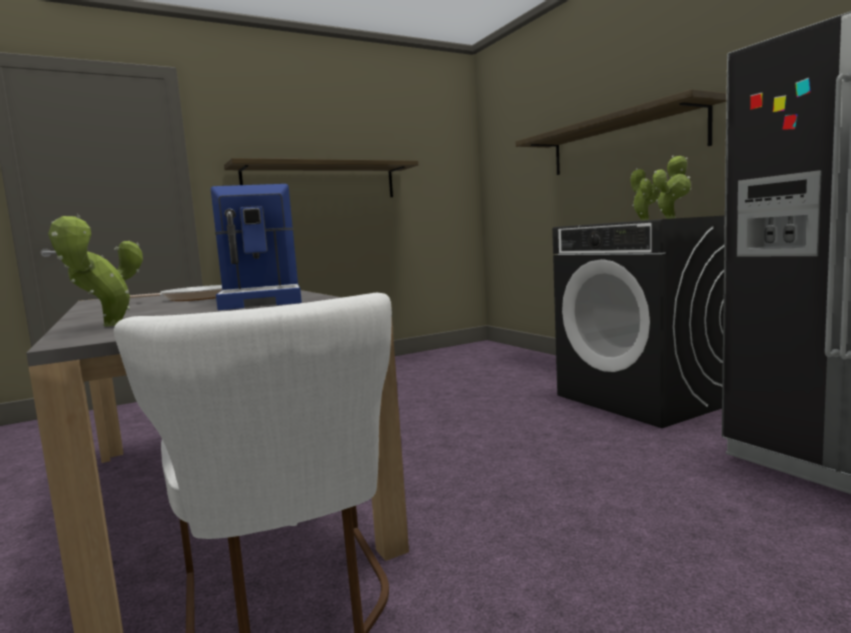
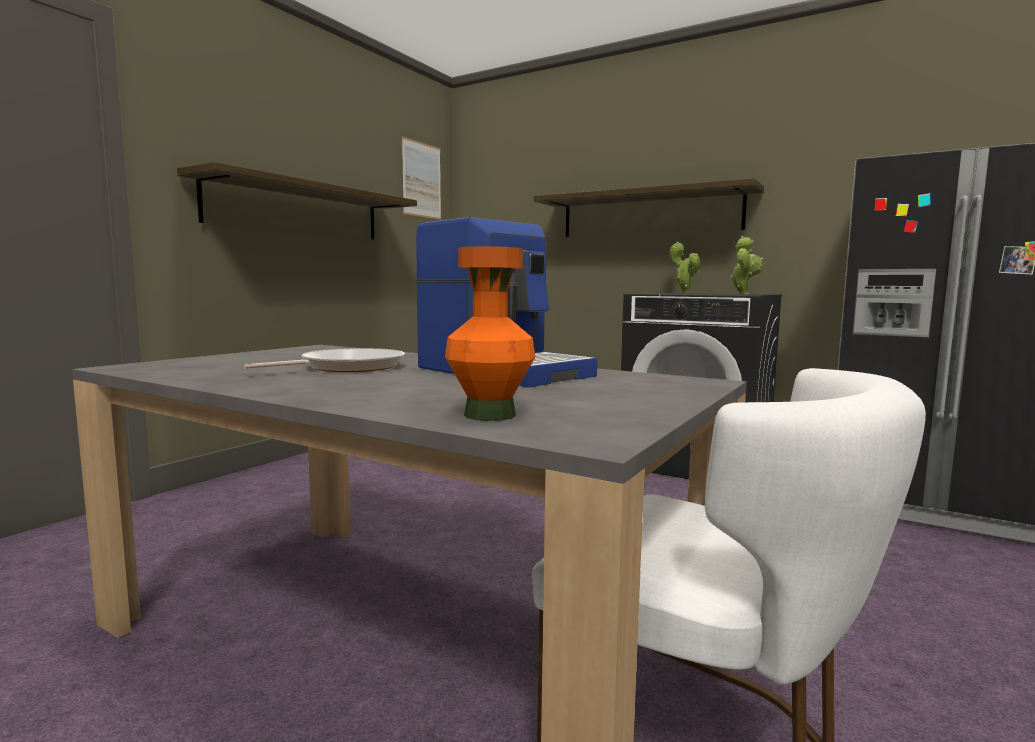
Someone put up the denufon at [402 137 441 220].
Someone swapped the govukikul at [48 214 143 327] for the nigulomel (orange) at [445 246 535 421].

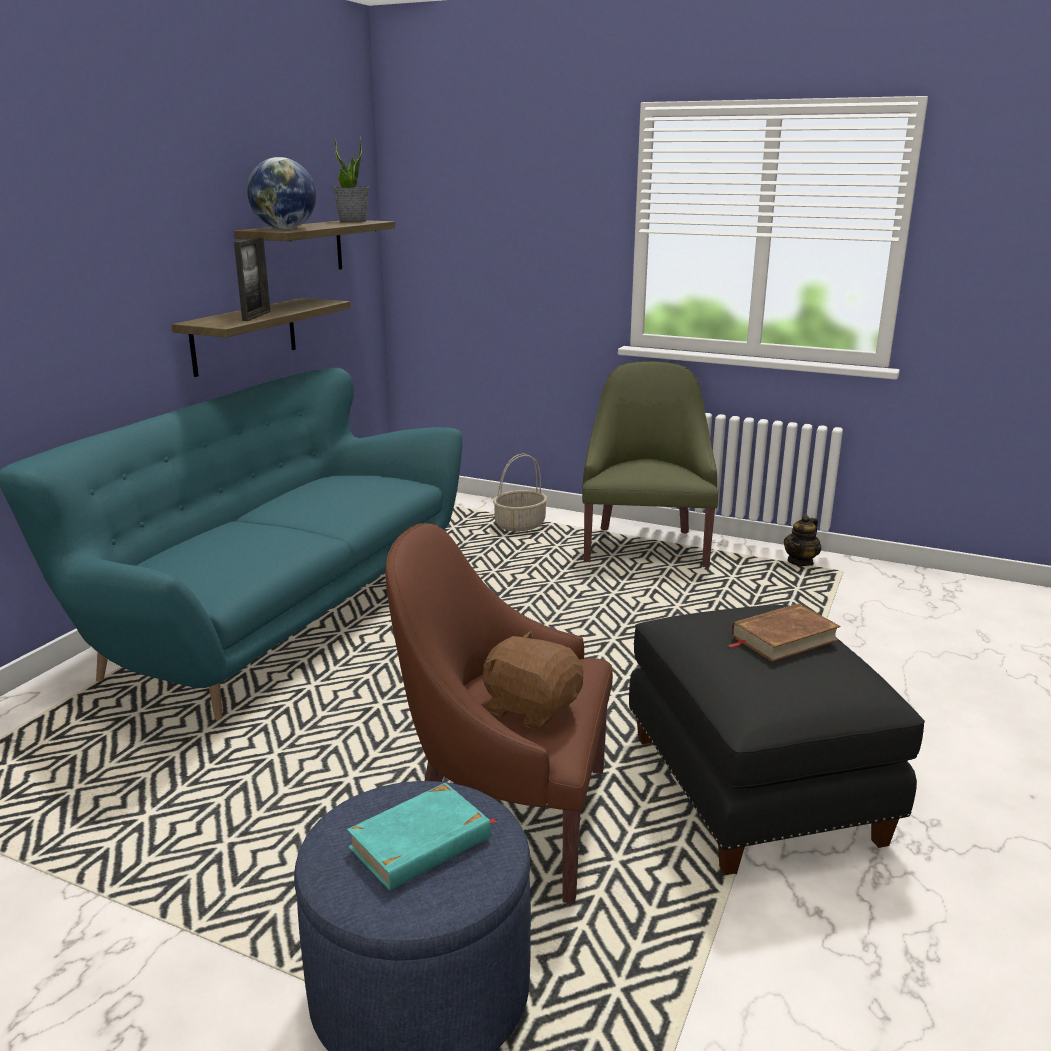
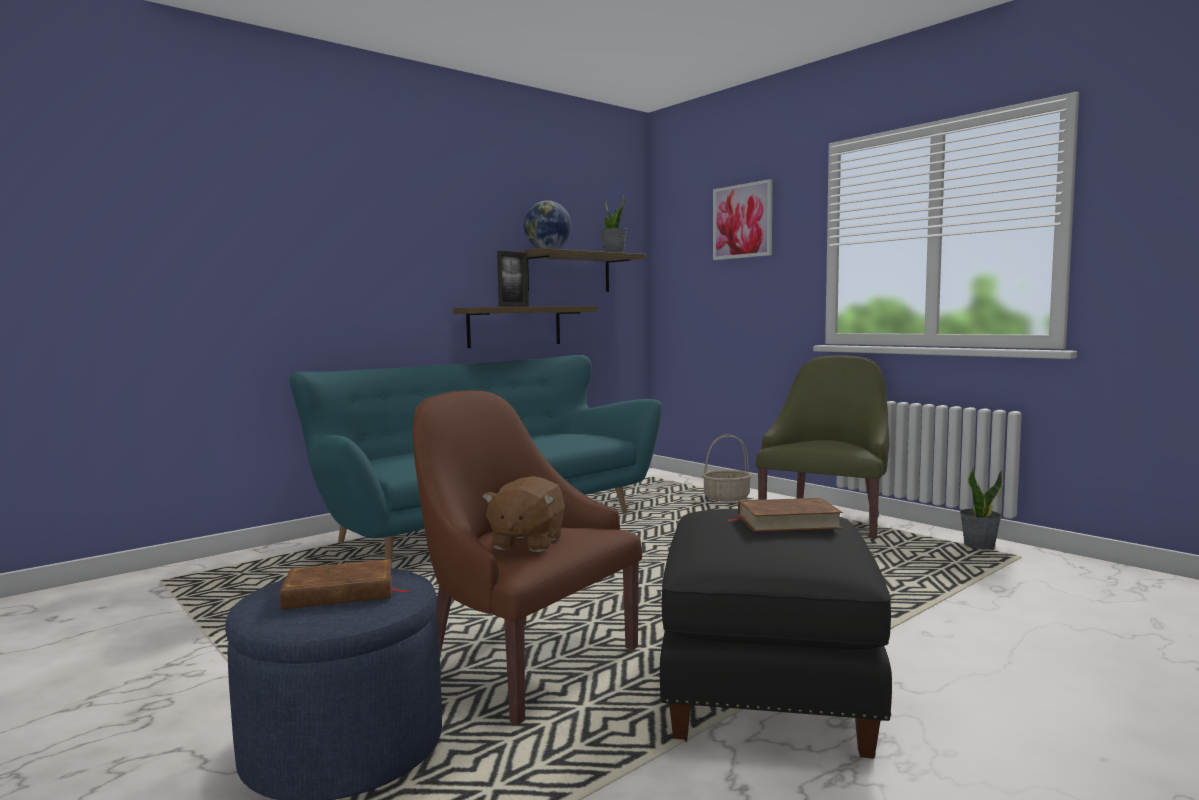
Someone put up the denufon at [713 179 772 260].
Someone swapped the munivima at [784 515 822 566] for the govukikul at [960 468 1002 550].
Someone repainted the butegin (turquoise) at [347 783 497 891], which became the butegin (brown) at [280 559 410 609].
Someone rotated the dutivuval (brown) at [483 631 584 730] by 135 degrees counterclockwise.

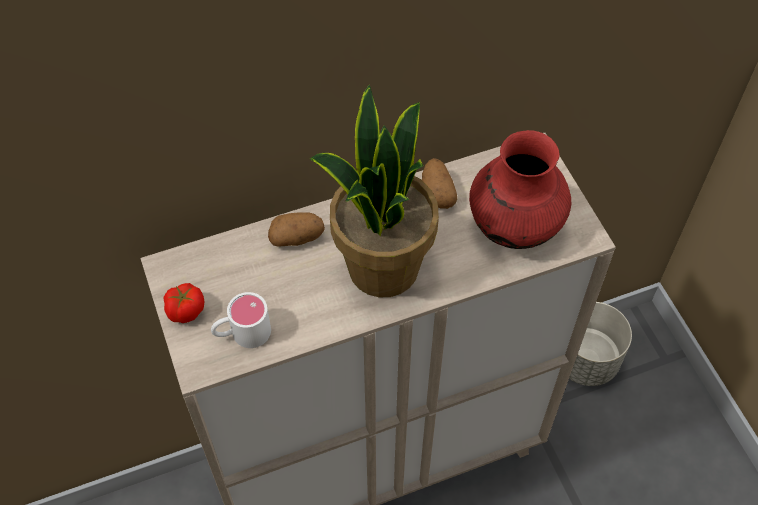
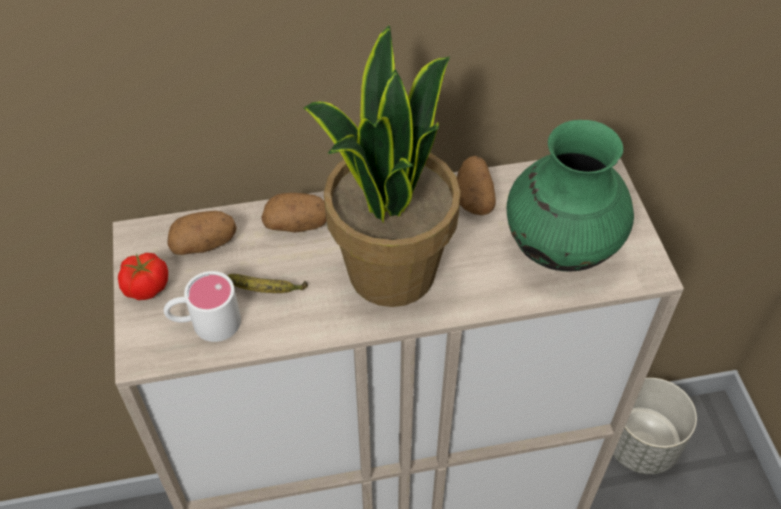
Someone put down the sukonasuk at [168 211 237 255].
Someone put down the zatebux at [227 274 308 293].
Someone repainted the nigulomel (red) at [469 130 571 249], which became the nigulomel (green) at [507 120 634 272].

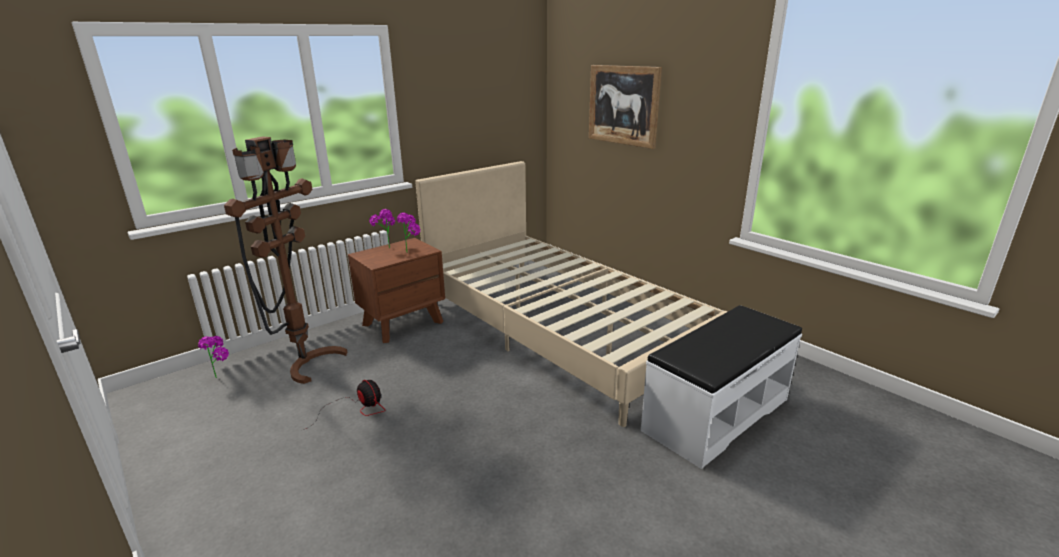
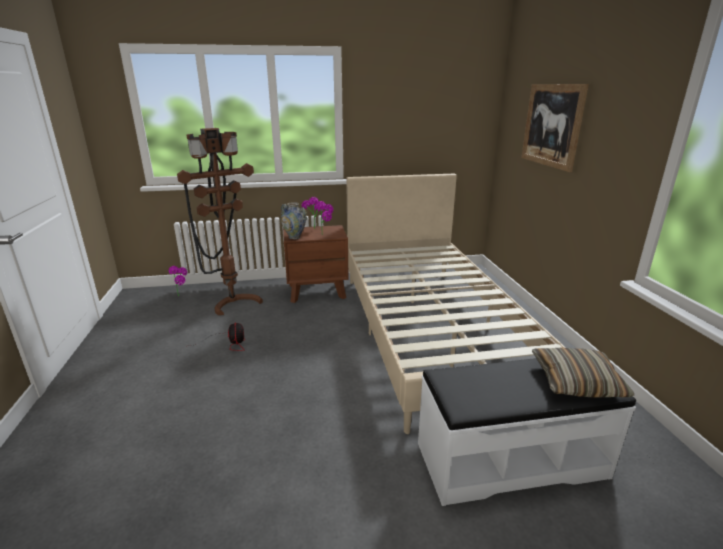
Someone put down the nigulomel at [281 202 307 239].
Someone put down the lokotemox at [532 348 634 398].

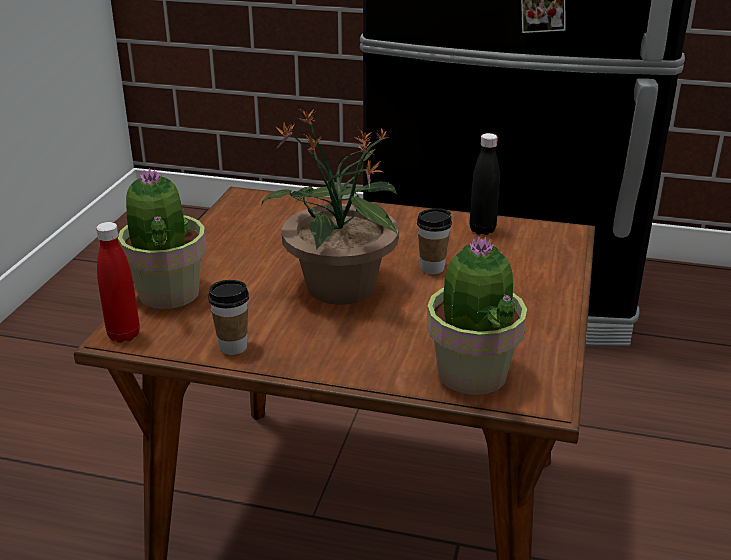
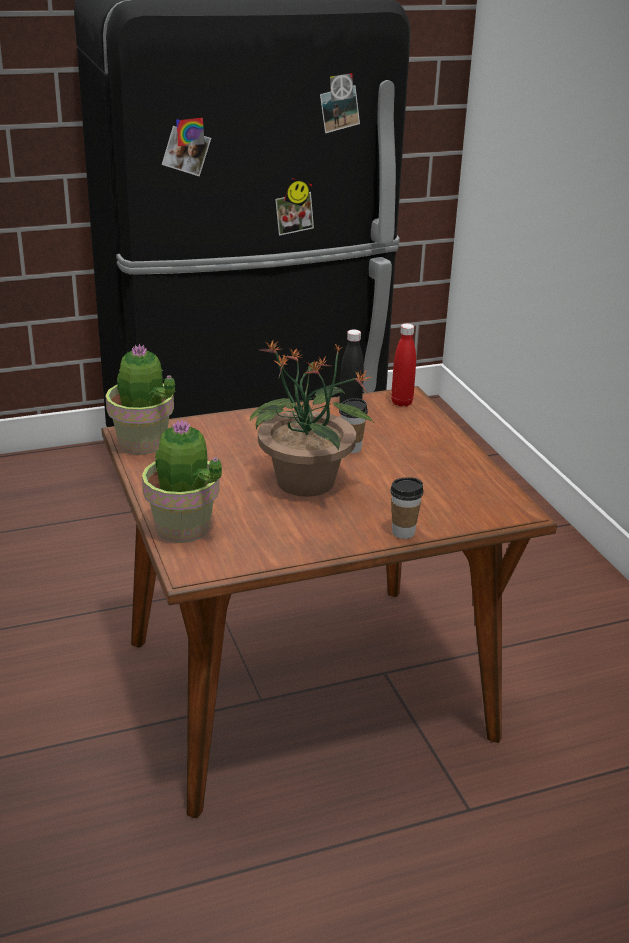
Someone carried the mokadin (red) from [96 222 140 343] to [391 324 416 407].
Someone carried the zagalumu from [208 280 249 355] to [390 477 424 539].
Someone carried the govukikul from [427 236 527 395] to [105 343 175 455].

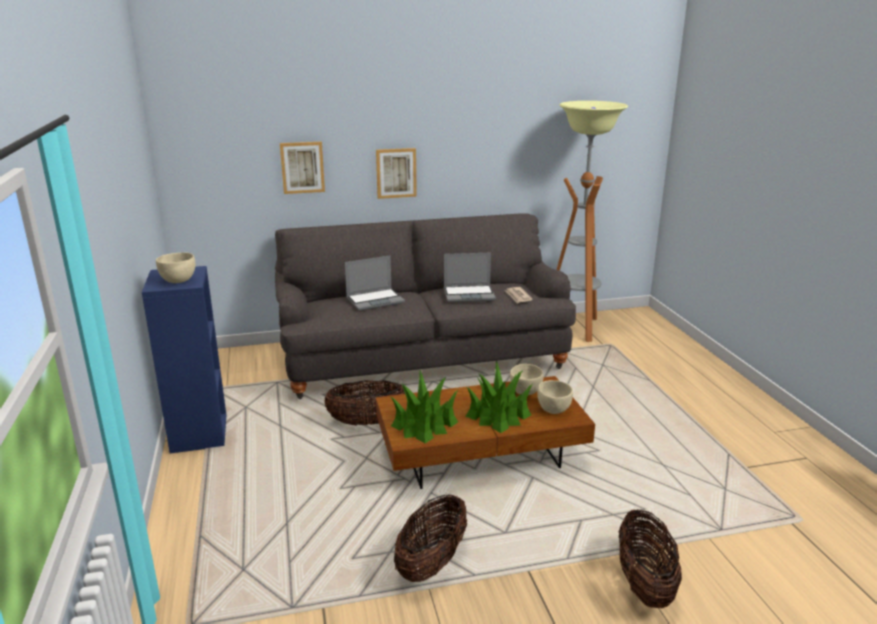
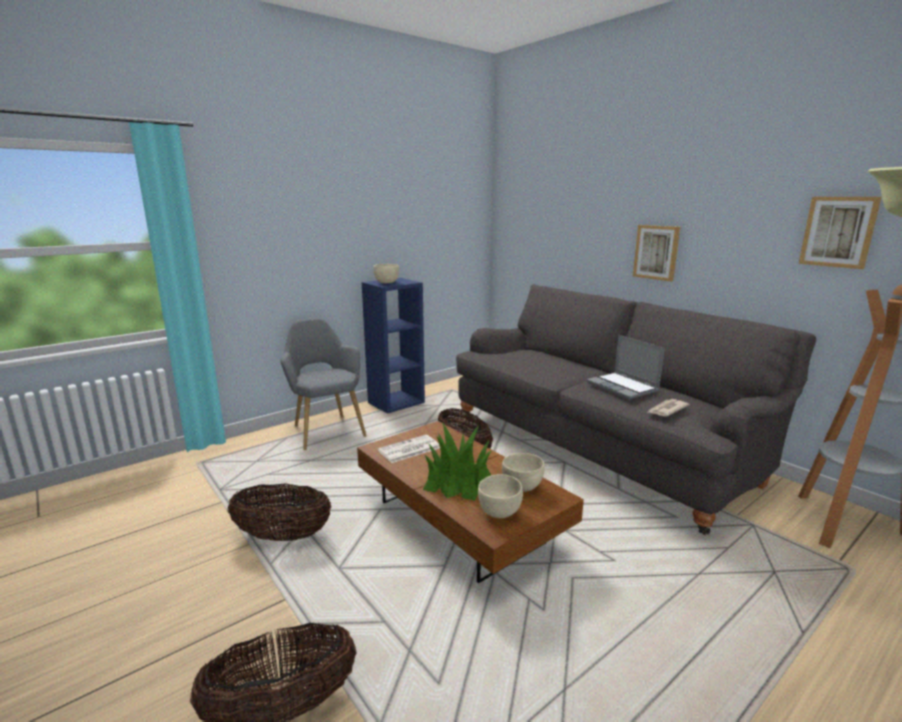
Someone took away the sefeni at [345 256 405 311].
Someone put down the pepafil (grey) at [280 318 367 450].
Someone carried the denufon from [280 142 325 194] to [799 197 882 269].
Someone swapped the govukikul at [391 370 458 443] for the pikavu at [378 435 440 463].

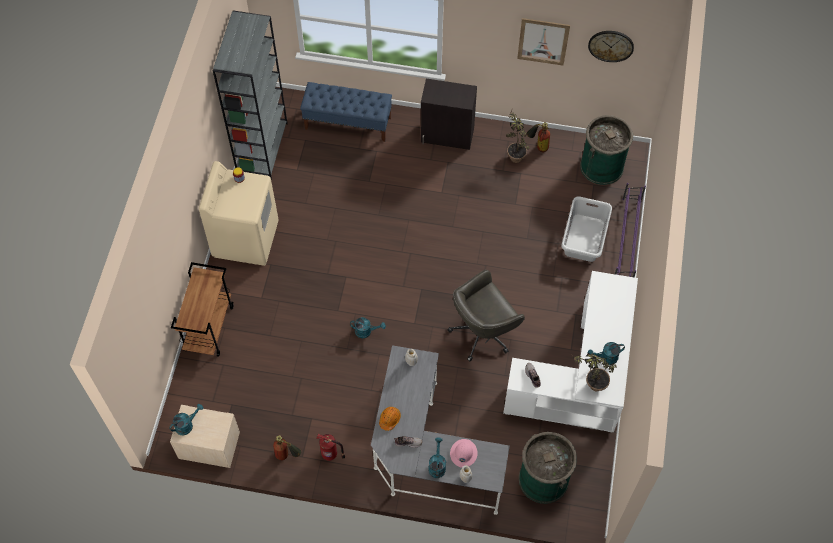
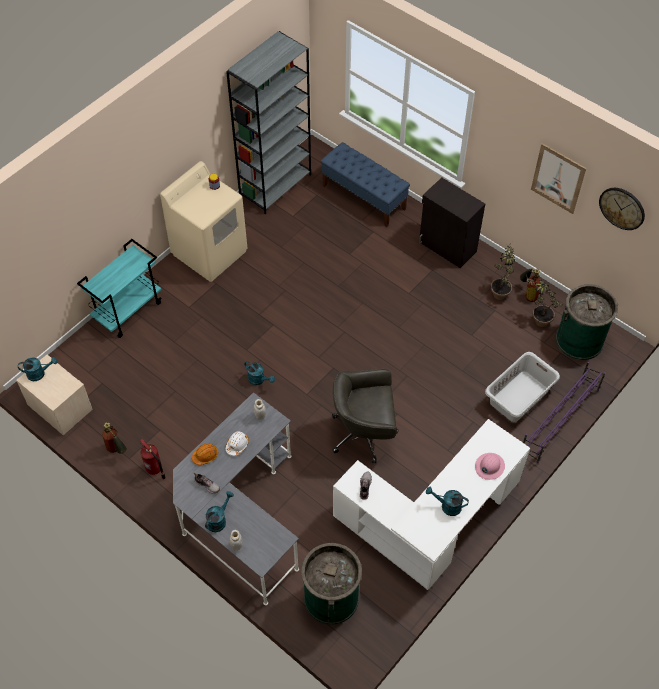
Someone put down the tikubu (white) at [225 431 249 456].
Someone carried the tikubu (pink) from [450 439 477 467] to [475 453 505 480].
Someone carried the govukikul from [572 353 617 391] to [526 274 562 327].
Someone repainted the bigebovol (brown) at [171 262 234 357], which became the bigebovol (turquoise) at [77 239 162 338].

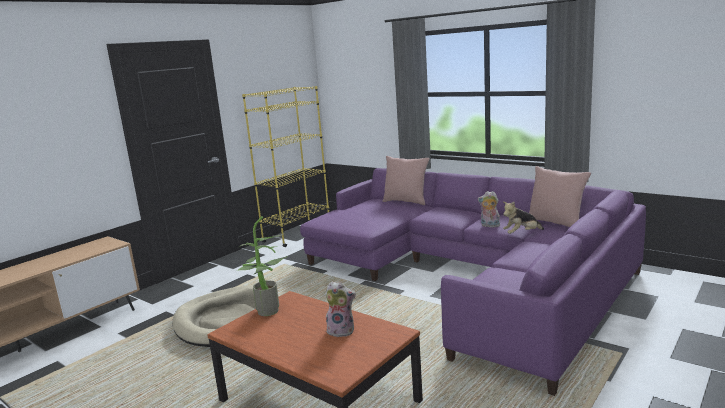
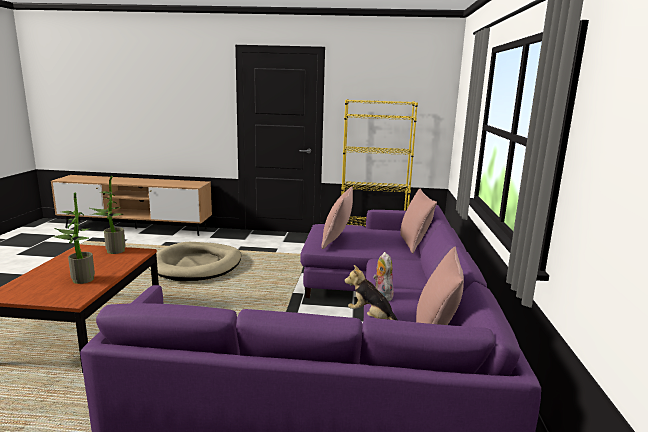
Someone put down the lokotemox (pink) at [322 187 353 249].
Someone swapped the dutivuval at [325 282 356 337] for the govukikul at [53 193 95 284].

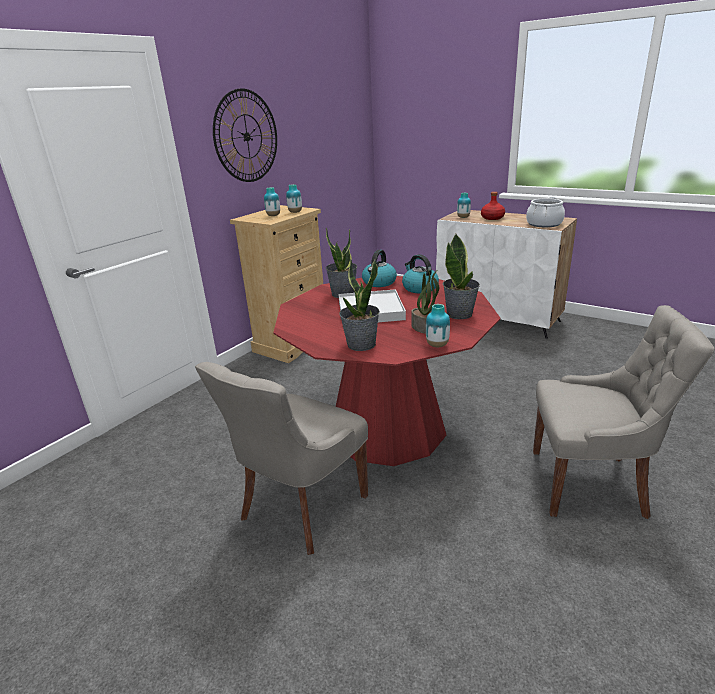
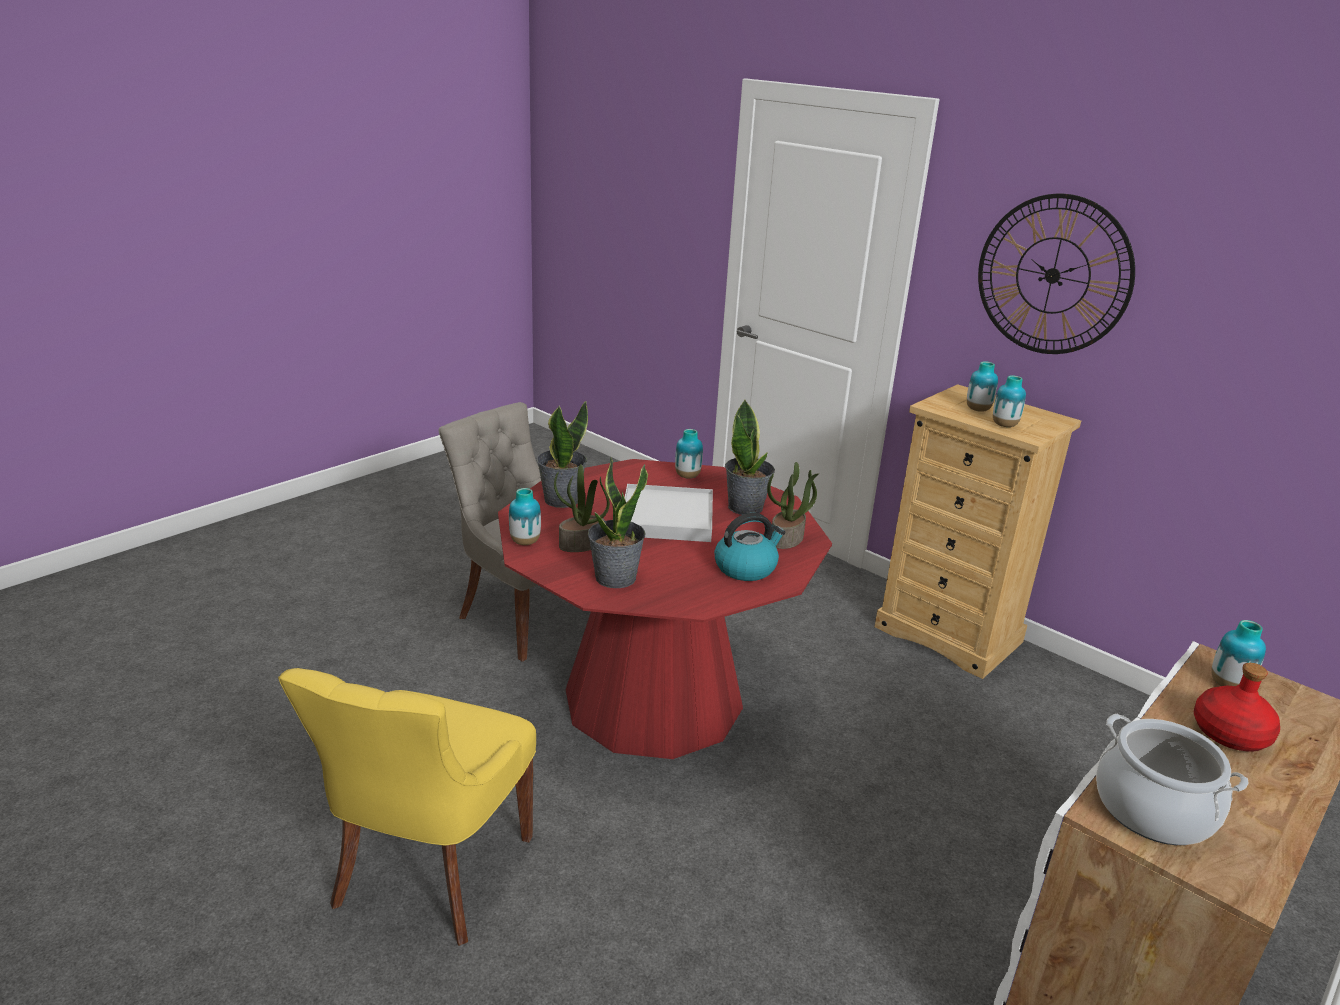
Someone put down the nigulomel at [675 429 703 478].
Someone swapped the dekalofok at [362 250 397 287] for the govukikul at [767 462 819 549].
Someone repainted the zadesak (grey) at [533 305 715 519], which became the zadesak (yellow) at [278 668 536 945].

